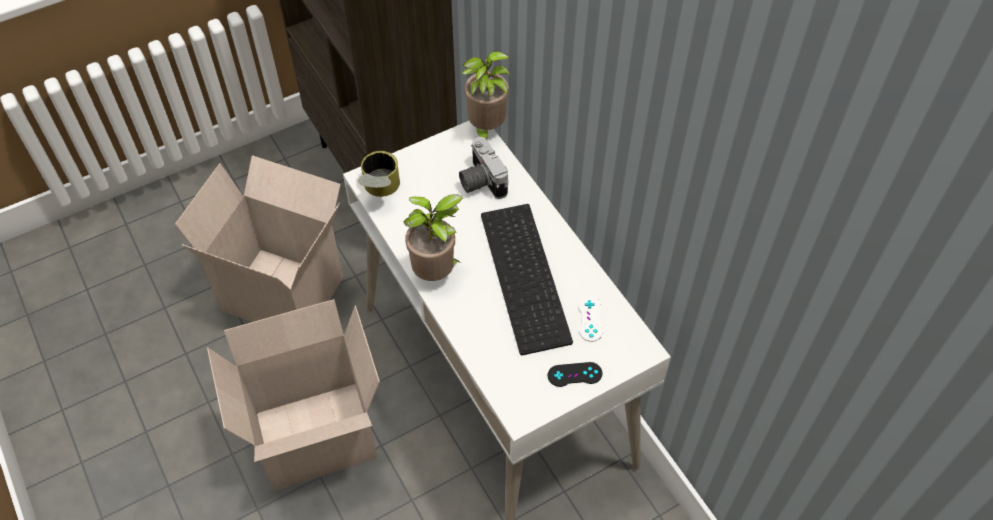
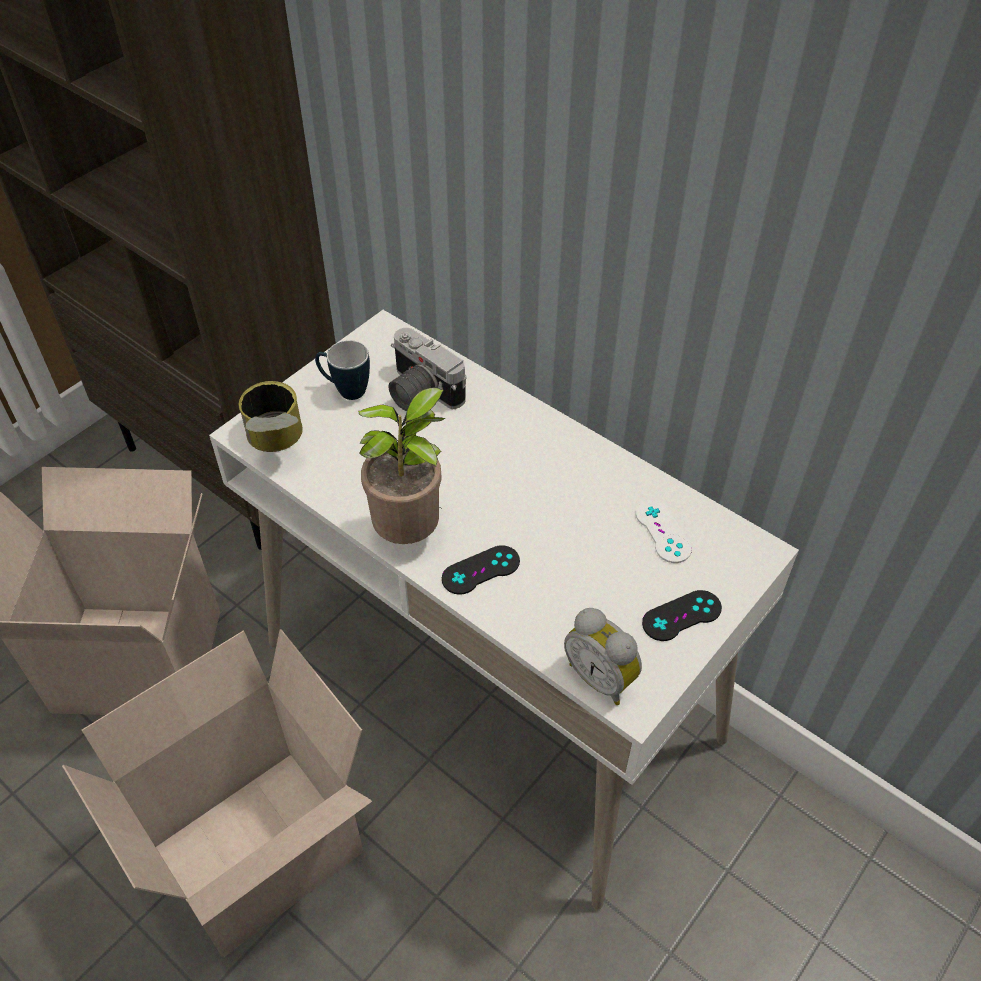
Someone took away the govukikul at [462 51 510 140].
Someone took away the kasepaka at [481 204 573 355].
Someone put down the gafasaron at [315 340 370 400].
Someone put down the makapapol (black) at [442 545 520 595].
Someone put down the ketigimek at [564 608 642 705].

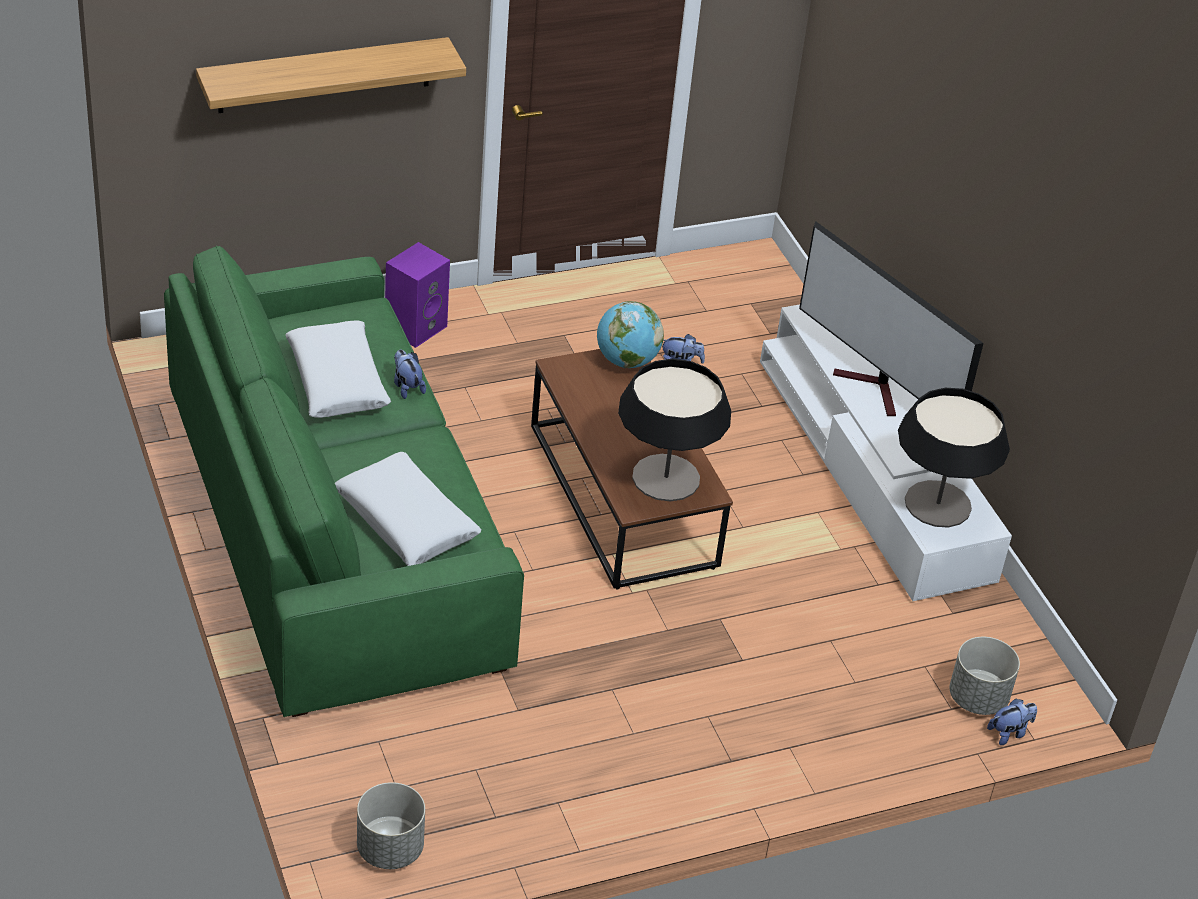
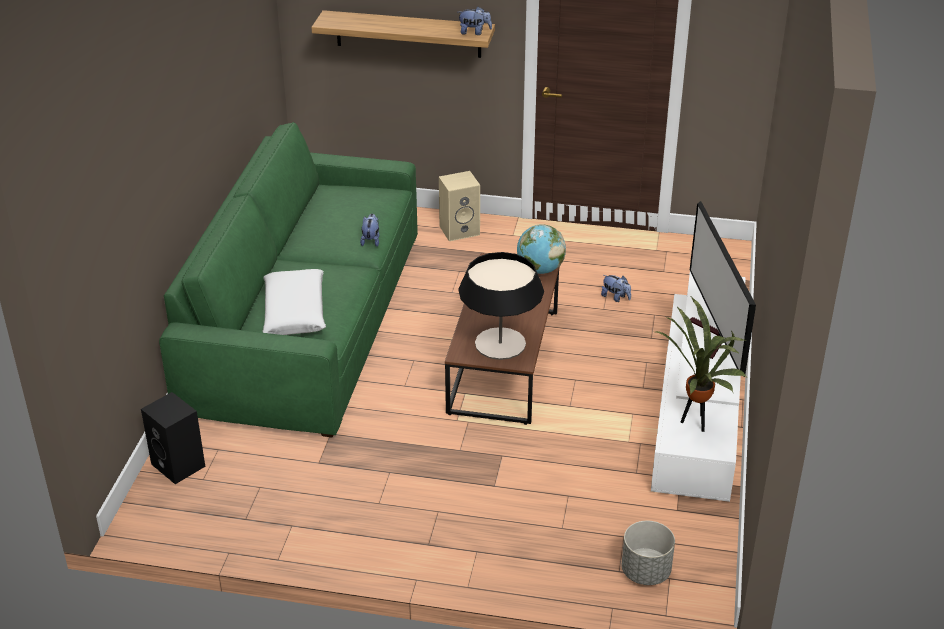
Someone took away the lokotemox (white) at [285 320 391 418].
Someone took away the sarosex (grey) at [357 782 425 869].
Someone put down the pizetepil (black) at [141 392 205 484].
Someone carried the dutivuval from [987 699 1037 745] to [459 6 492 35].
Someone swapped the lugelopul at [898 388 1010 527] for the govukikul at [655 297 746 432].
Someone repainted the pizetepil (purple) at [385 242 450 348], which became the pizetepil (beige) at [439 171 480 241].

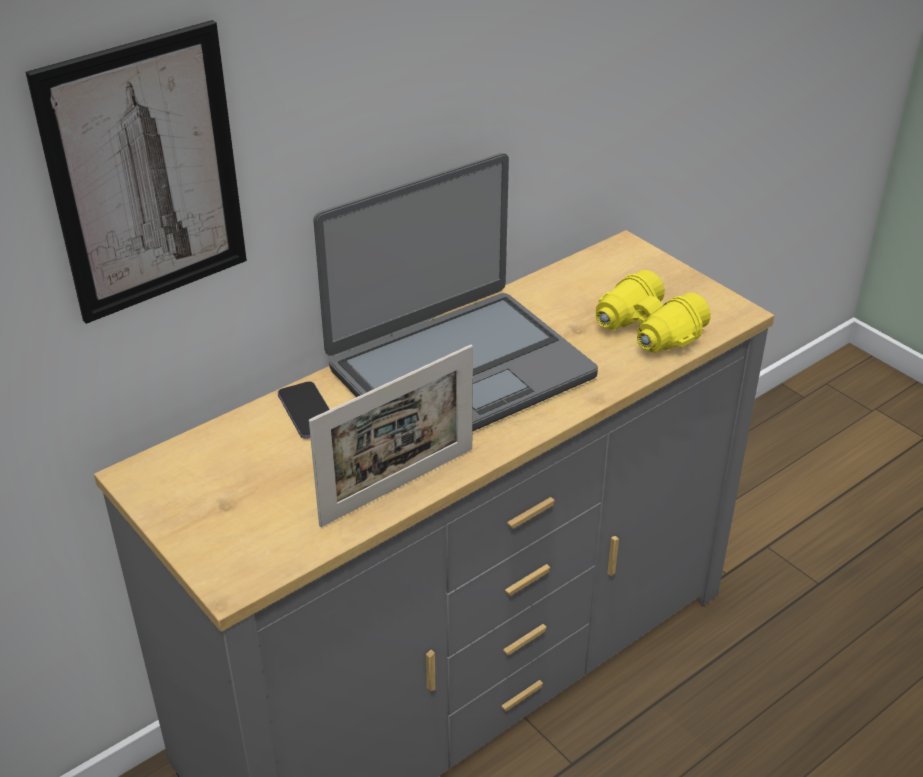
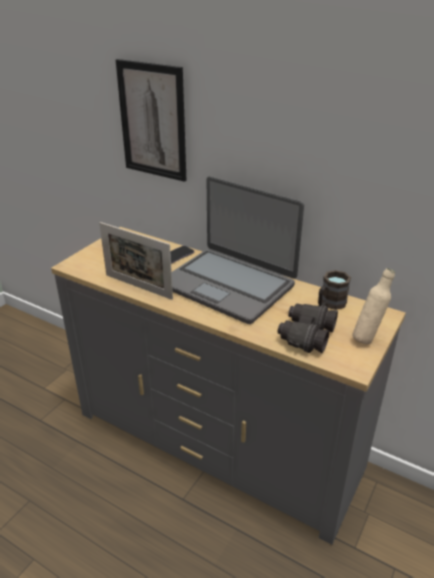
Someone put down the gafasaron (brown) at [318 270 351 310].
Someone put down the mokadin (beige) at [352 268 395 345].
Someone repainted the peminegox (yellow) at [596 270 711 352], which became the peminegox (black) at [278 303 338 353].

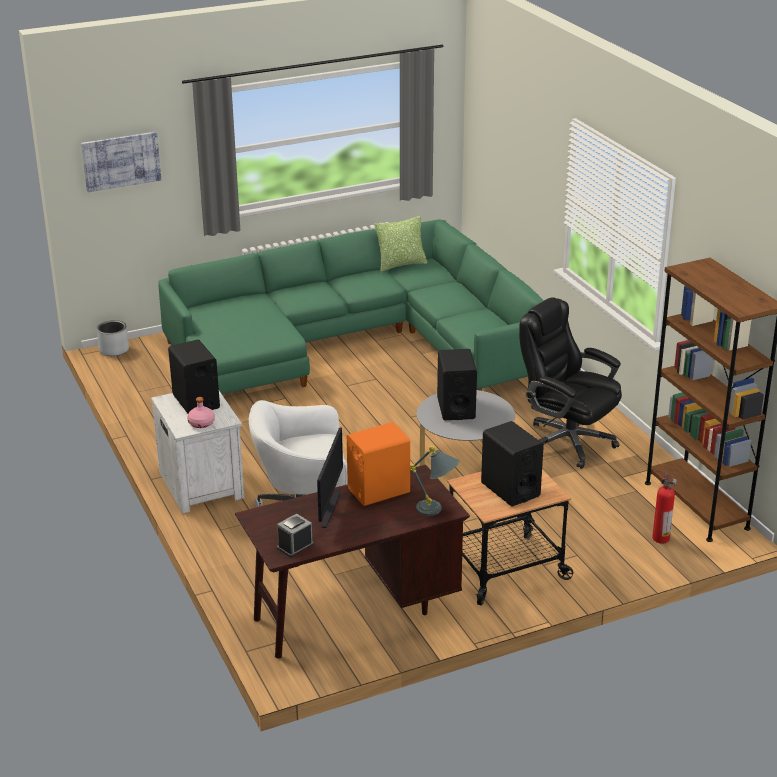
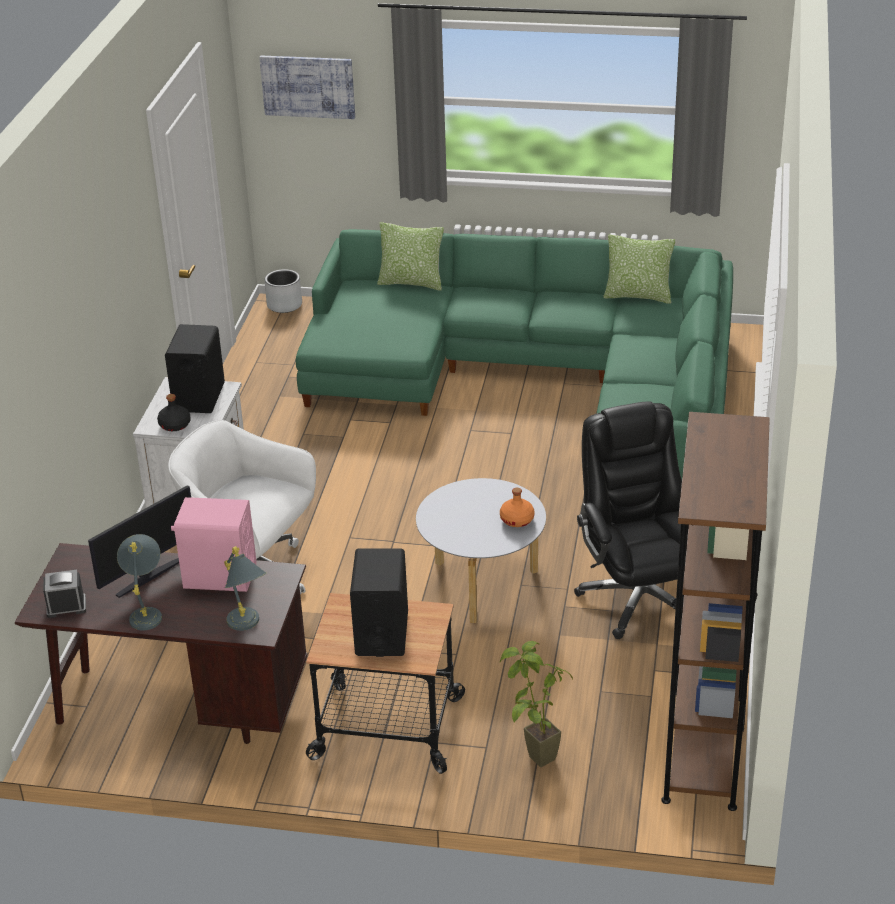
Someone took away the pizetepil (black) at [437 349 477 420].
Someone took away the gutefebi at [652 472 677 543].
Someone put down the lugelopul (grey) at [117 534 162 630].
Someone put down the lokotemox at [377 222 444 290].
Someone put down the govukikul at [499 641 573 767].
Someone put down the mokadin (orange) at [500 488 534 527].
Someone repainted the mokadin (pink) at [187 397 215 428], which became the mokadin (black) at [157 394 191 431].
Someone repainted the pizetepil (orange) at [347 422 410 506], which became the pizetepil (pink) at [171 497 256 592].

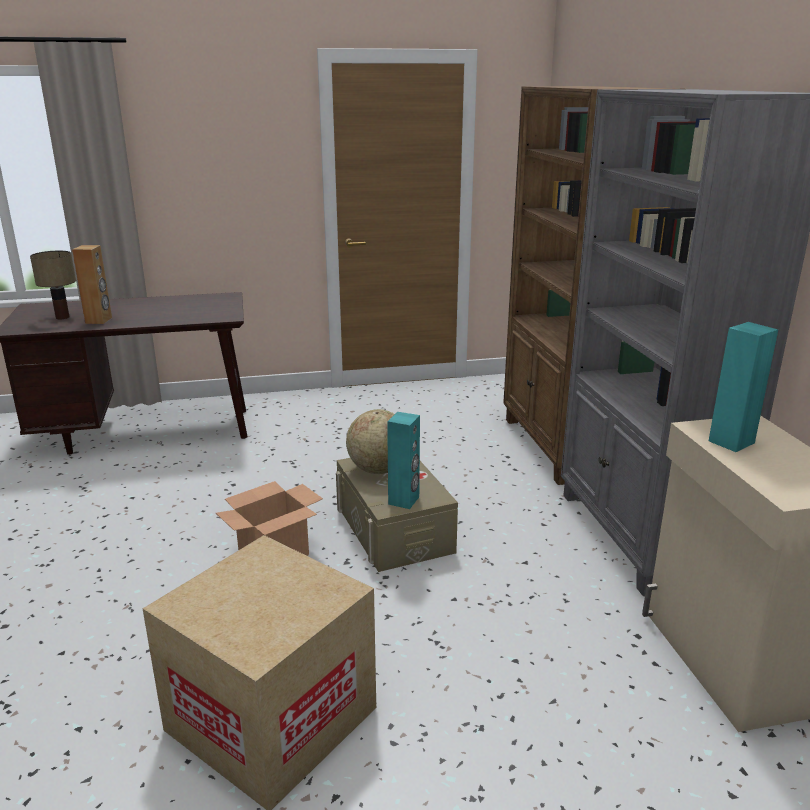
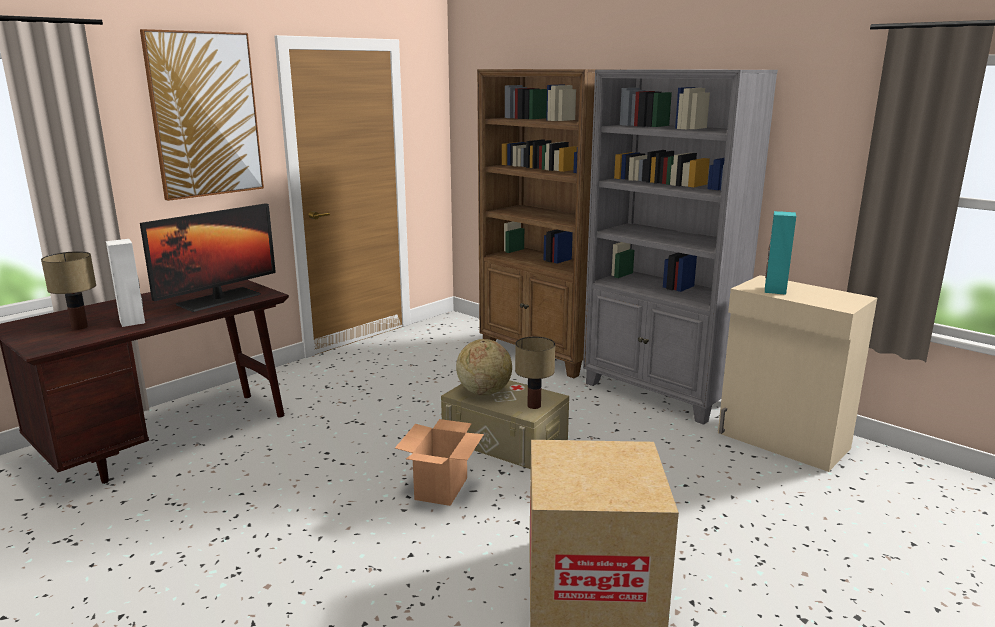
Someone put up the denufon at [140 29 264 201].
Someone put down the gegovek at [140 203 276 312].
Someone swapped the pizetepil (turquoise) at [387 412 420 509] for the lugelopul at [515 337 555 409].
Someone repainted the pizetepil (brown) at [72 245 112 324], which became the pizetepil (white) at [106 239 145 327].

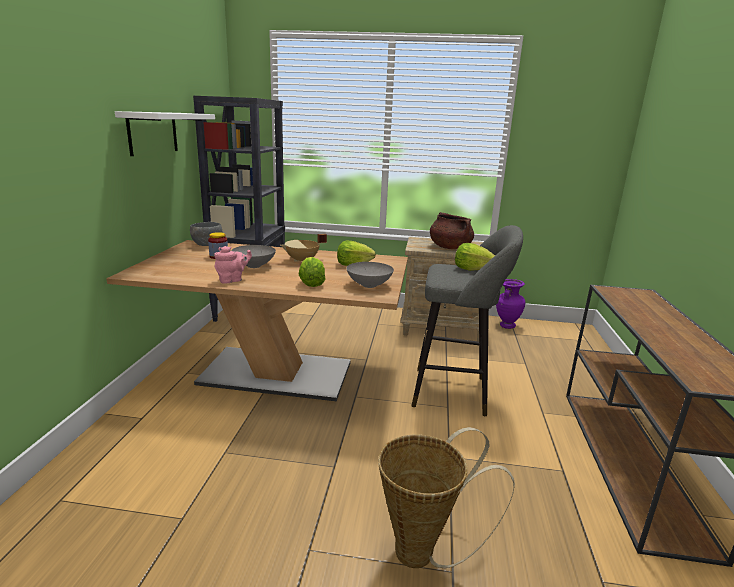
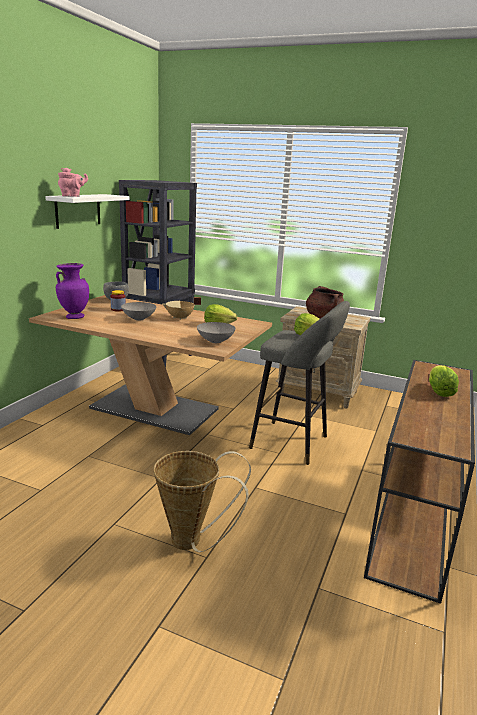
Someone carried the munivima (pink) from [214 246 252 284] to [58 168 88 197].
Someone carried the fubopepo from [299 257 326 287] to [429 365 459 397].
Someone carried the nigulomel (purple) from [496 279 525 329] to [56 263 89 319].

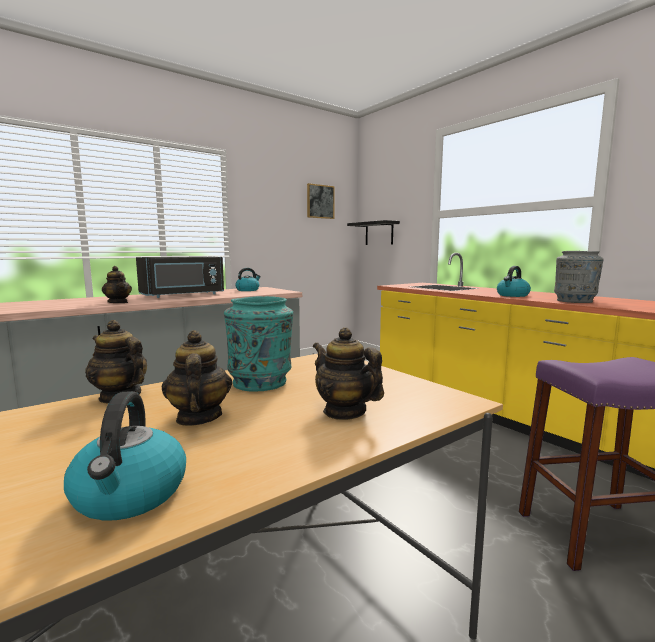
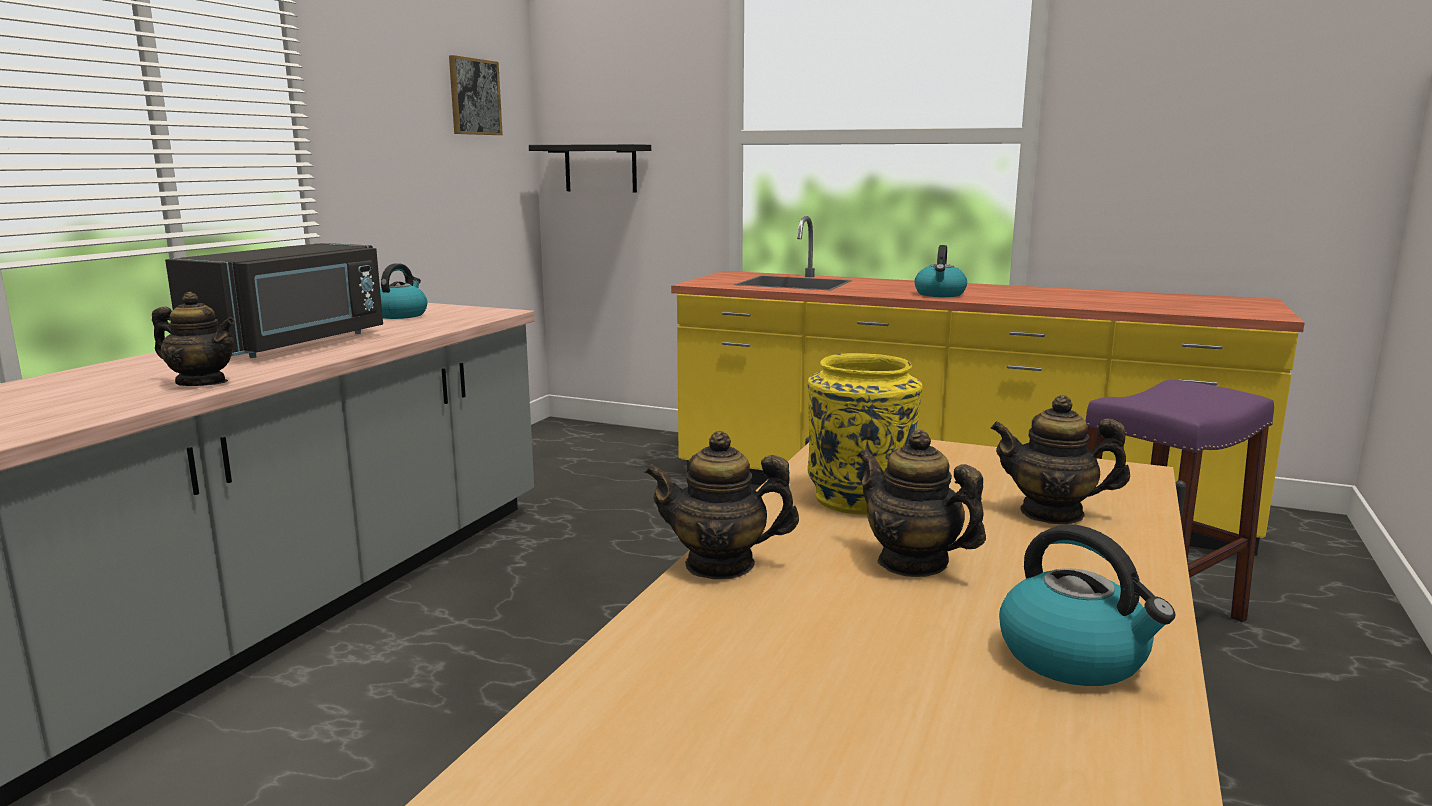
Someone took away the nigulomel (grey) at [554 251 604 303].
Someone repainted the nigulomel (turquoise) at [224 296 293 392], which became the nigulomel (yellow) at [808 353 923 515].

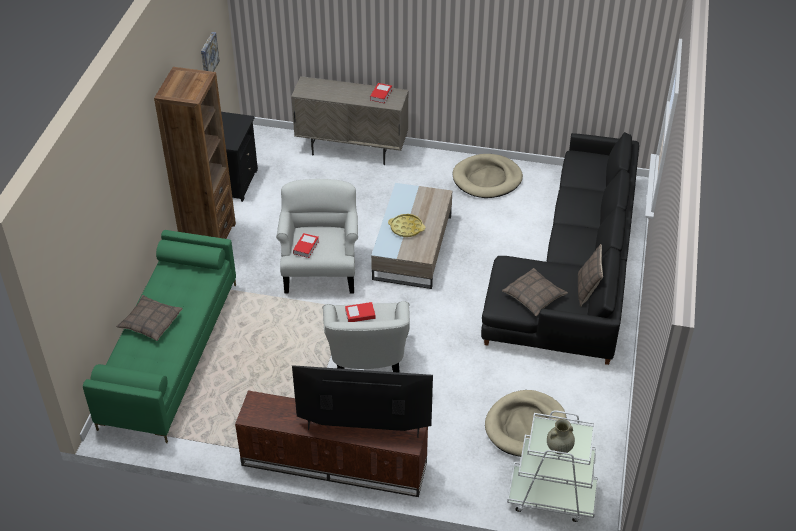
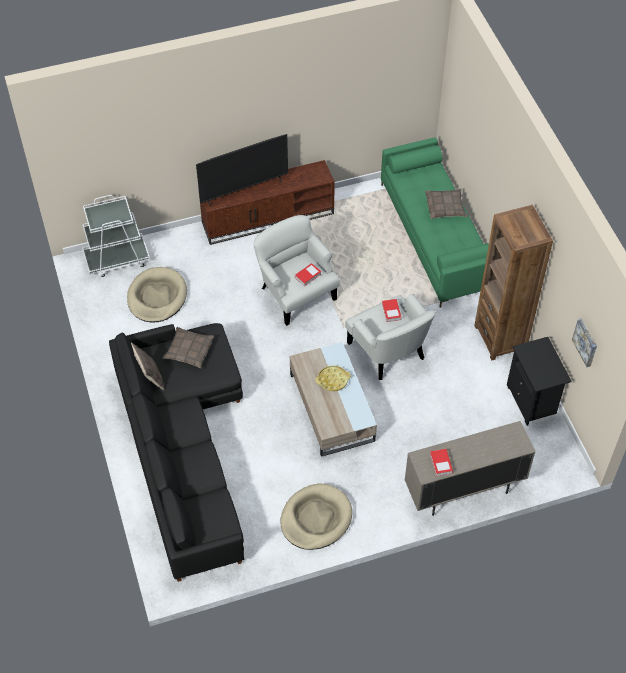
Someone took away the nigulomel (beige) at [547 419 575 454].

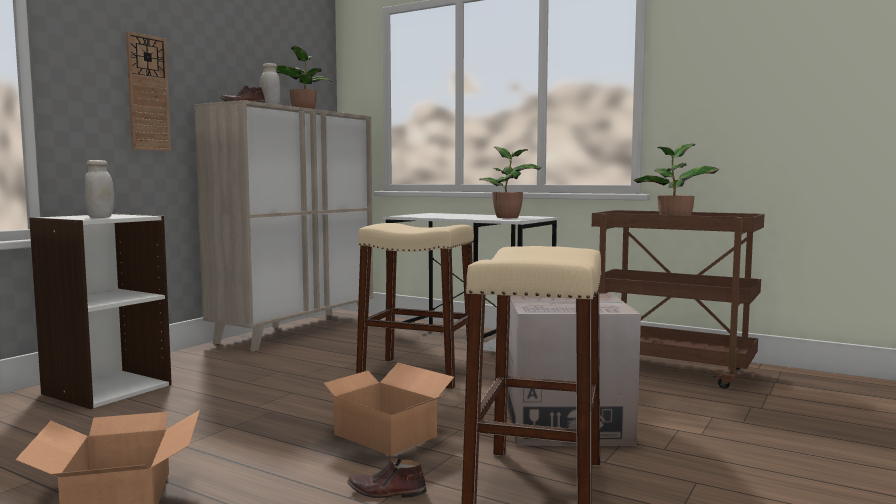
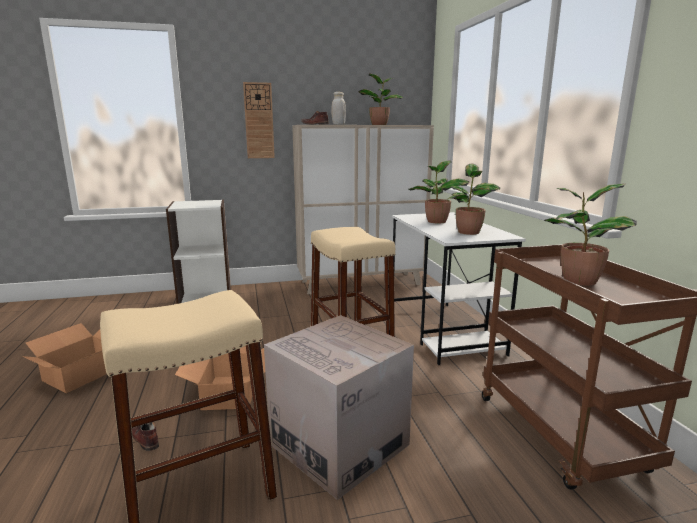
Someone took away the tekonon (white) at [85 160 114 218].
Someone put down the govukikul at [408 160 469 223].

